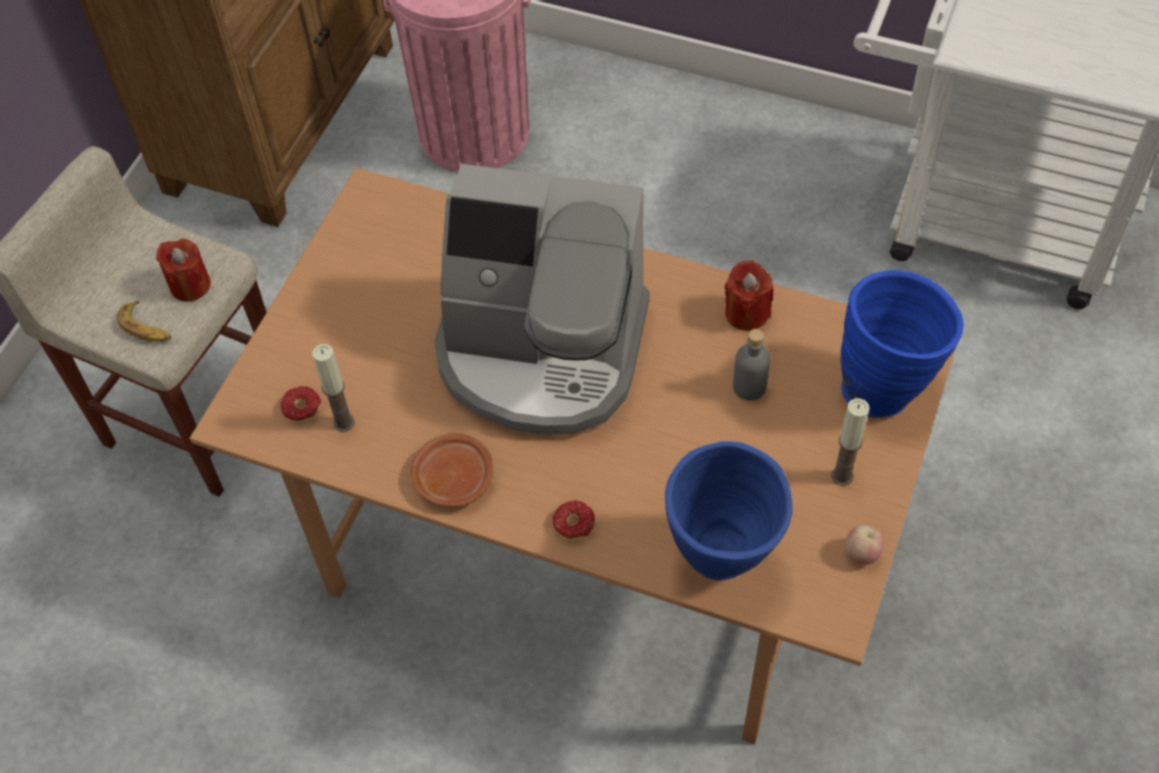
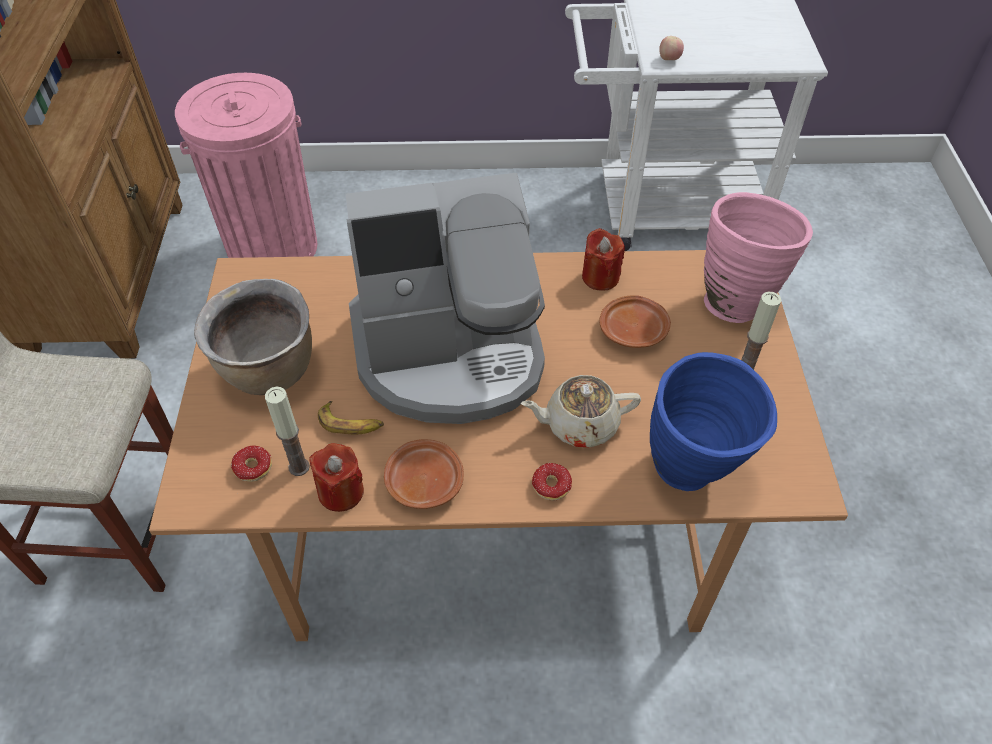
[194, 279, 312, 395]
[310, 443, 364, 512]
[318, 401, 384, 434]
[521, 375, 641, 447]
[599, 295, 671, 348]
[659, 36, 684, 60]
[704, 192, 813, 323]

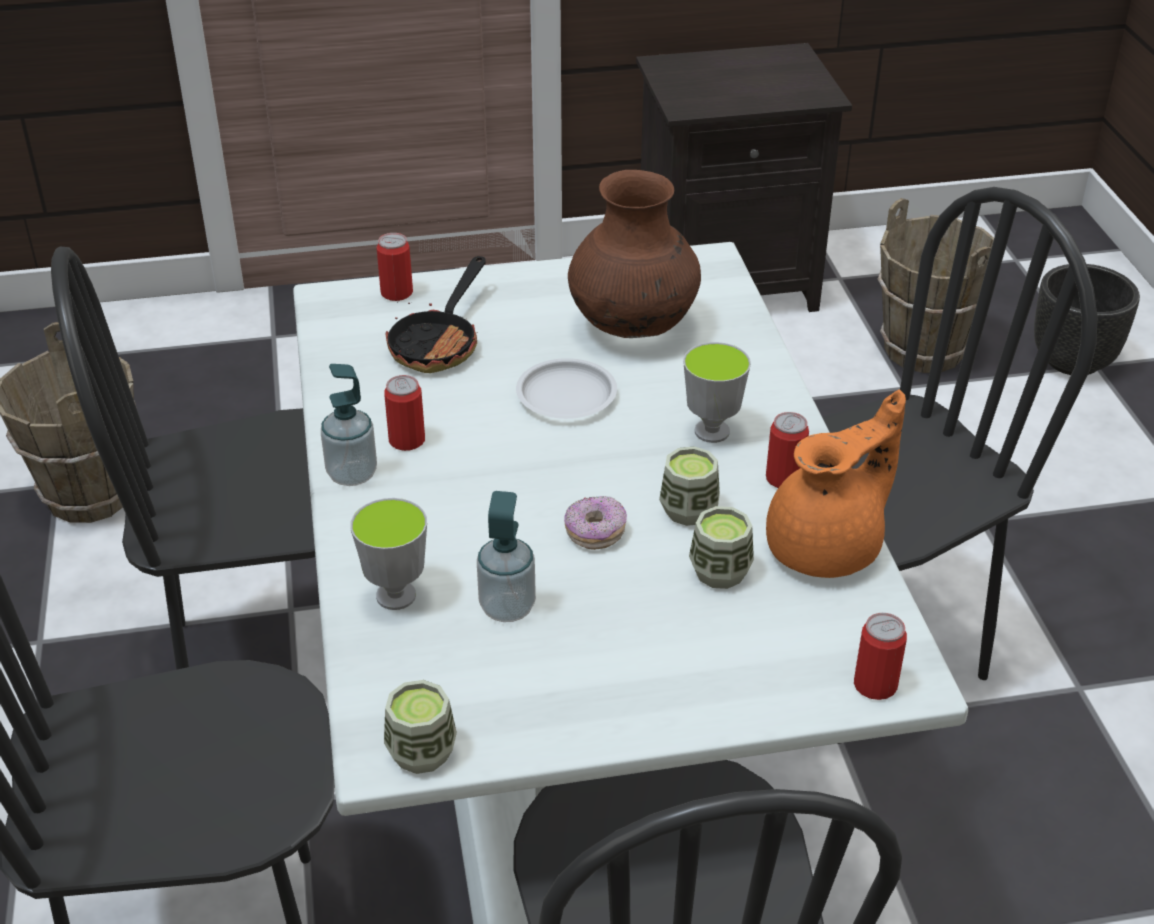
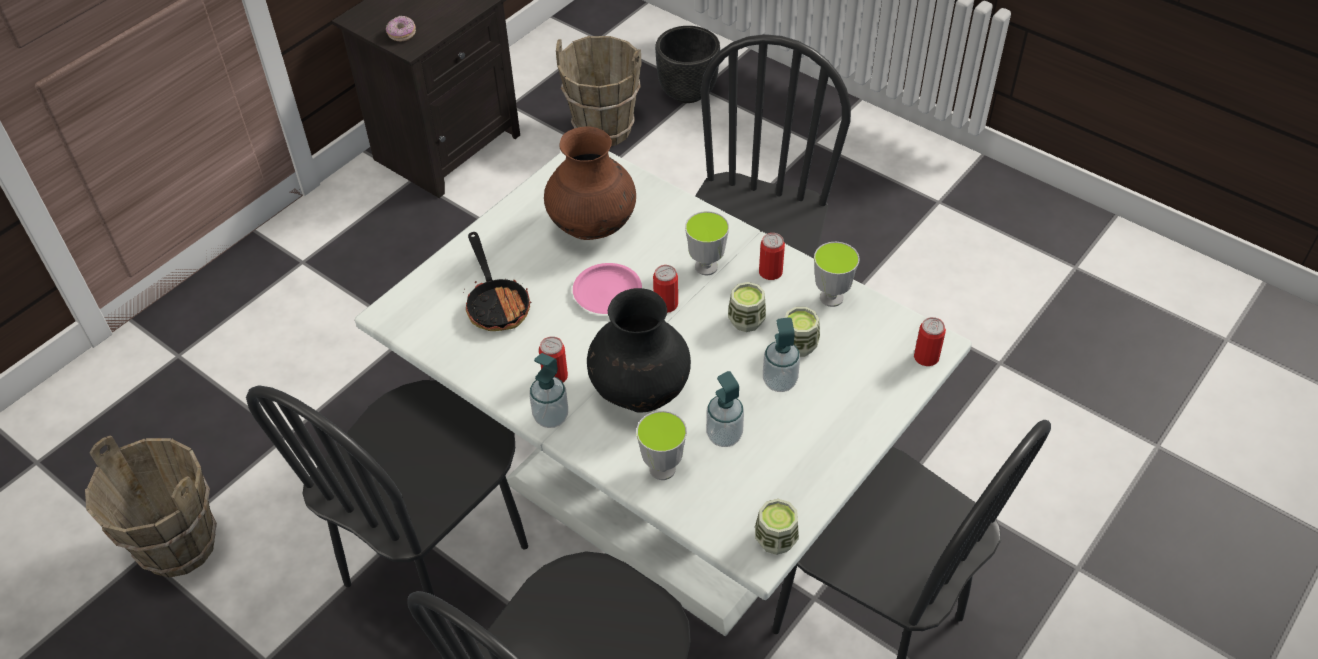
[386, 16, 416, 42]
[573, 263, 642, 314]
[587, 288, 691, 413]
[653, 265, 678, 313]
[763, 317, 800, 392]
[814, 242, 860, 307]

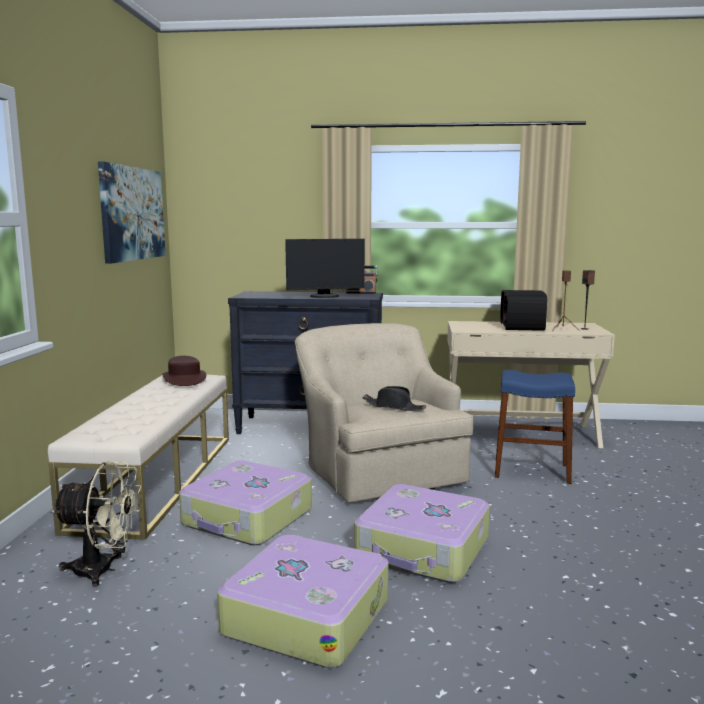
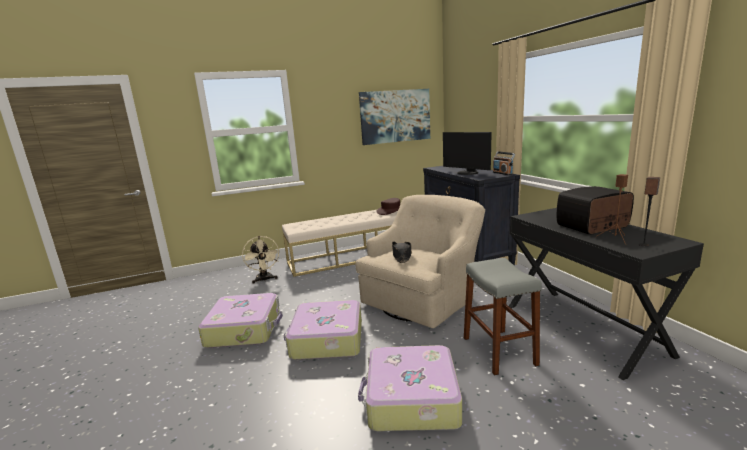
[358, 345, 462, 431]
[464, 258, 542, 375]
[509, 208, 704, 380]

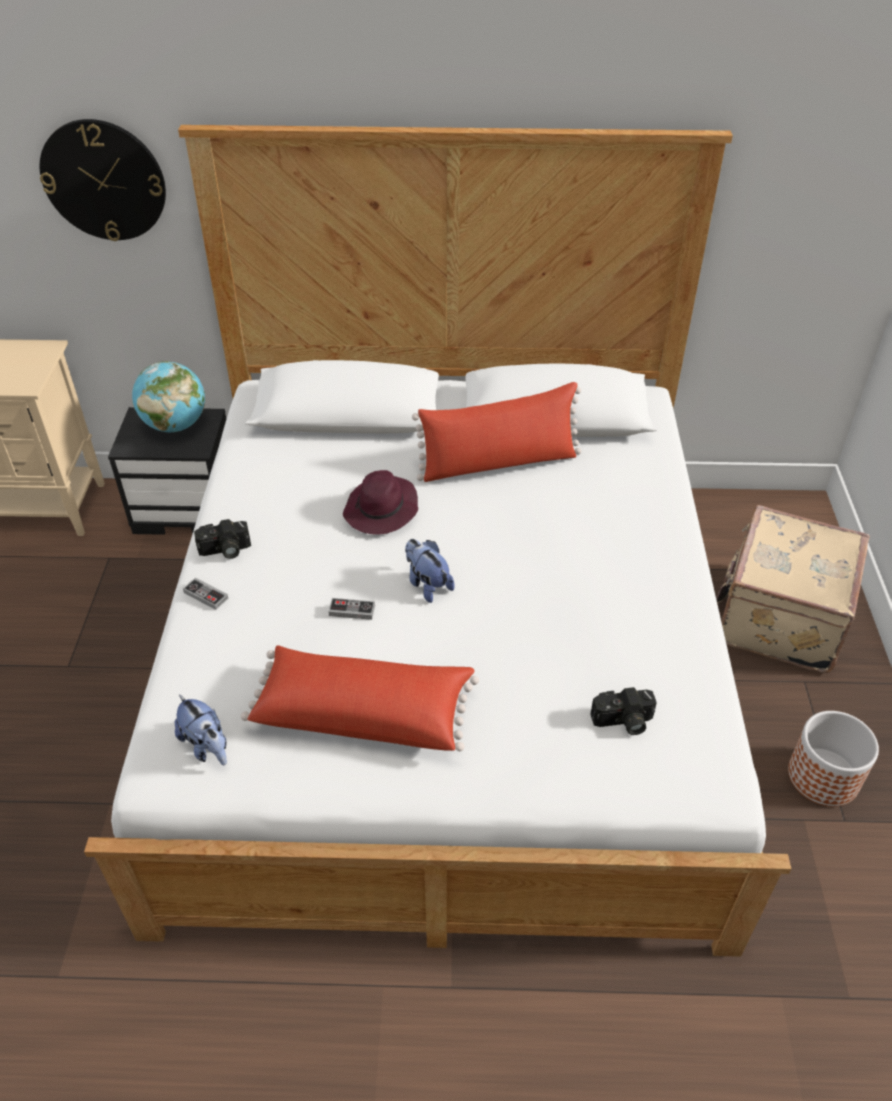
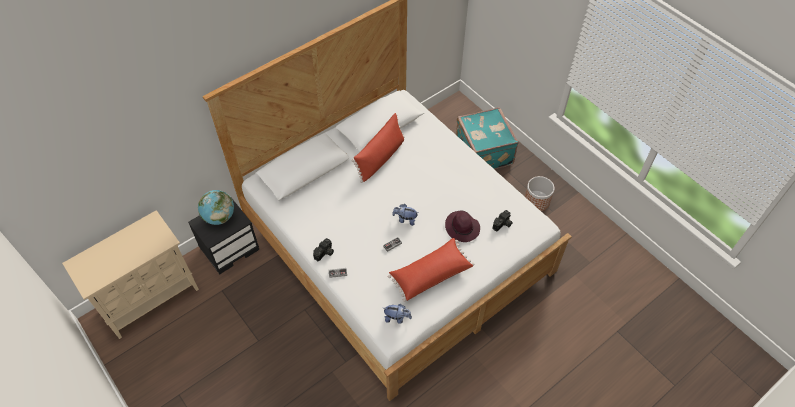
[445, 211, 480, 242]
[456, 107, 518, 169]
[40, 119, 166, 241] (first image)

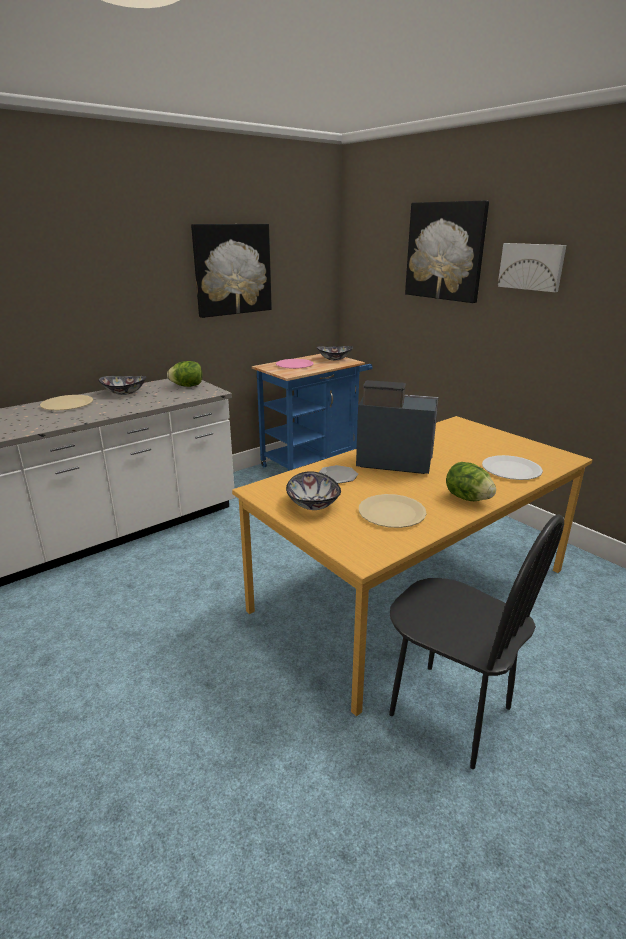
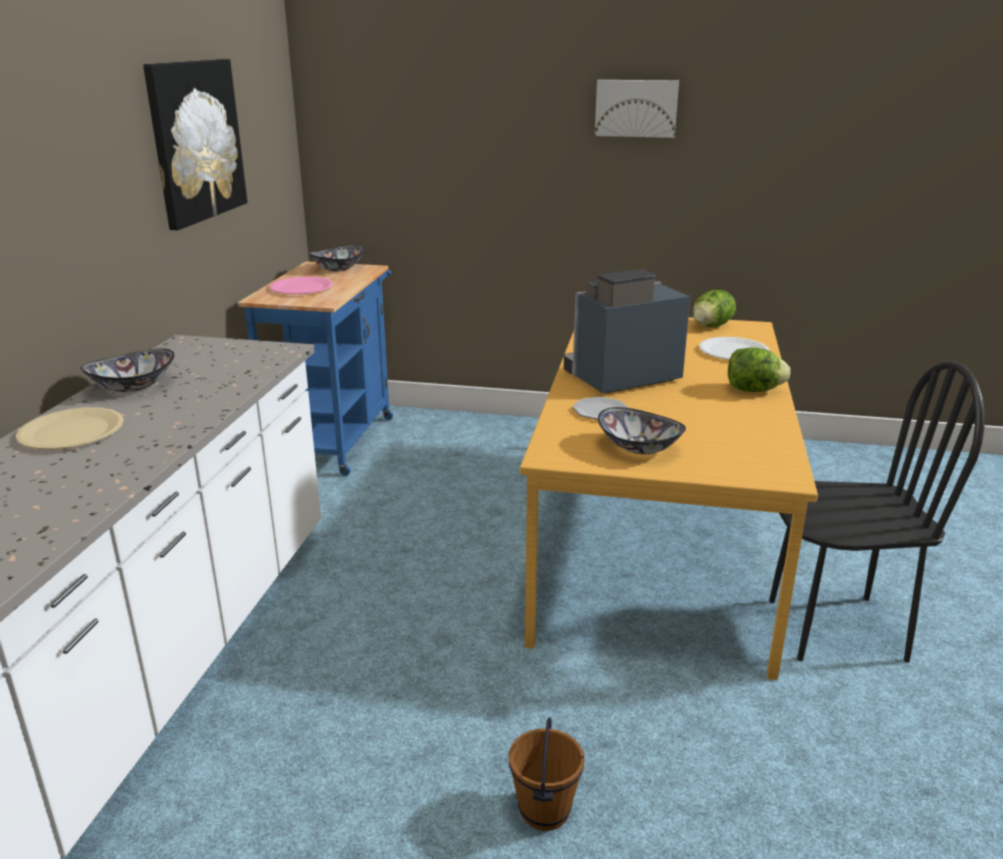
[509, 717, 584, 831]
[693, 290, 736, 327]
[359, 494, 427, 528] (first image)
[405, 201, 489, 303] (first image)

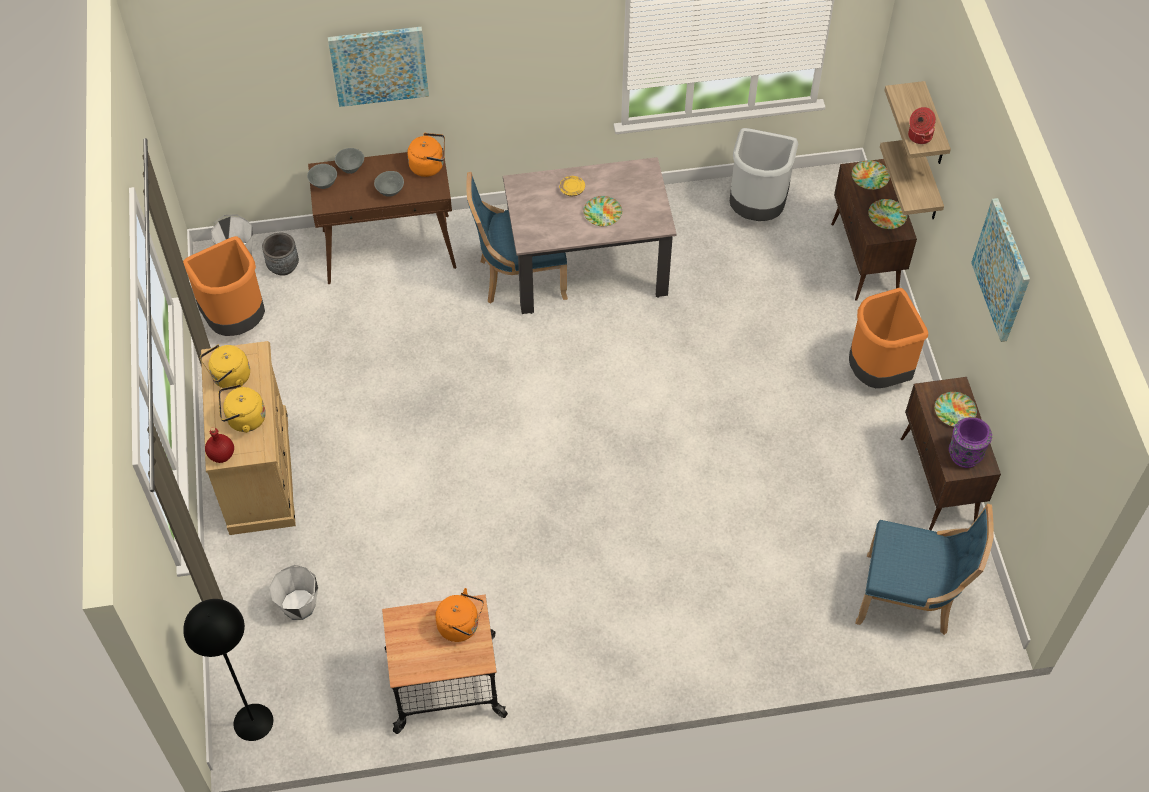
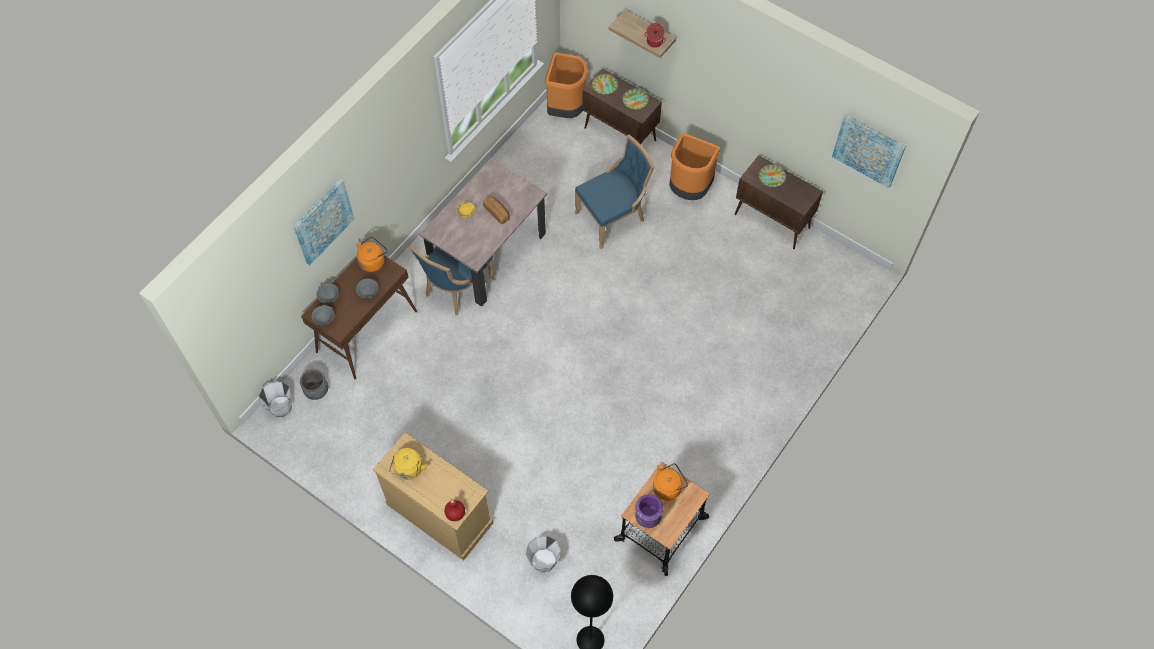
[483, 196, 510, 224]
[545, 53, 588, 118]
[575, 135, 654, 249]
[635, 494, 663, 528]
[832, 114, 906, 188]
[218, 384, 266, 433] (first image)
[730, 128, 798, 221] (first image)
[880, 140, 944, 219] (first image)

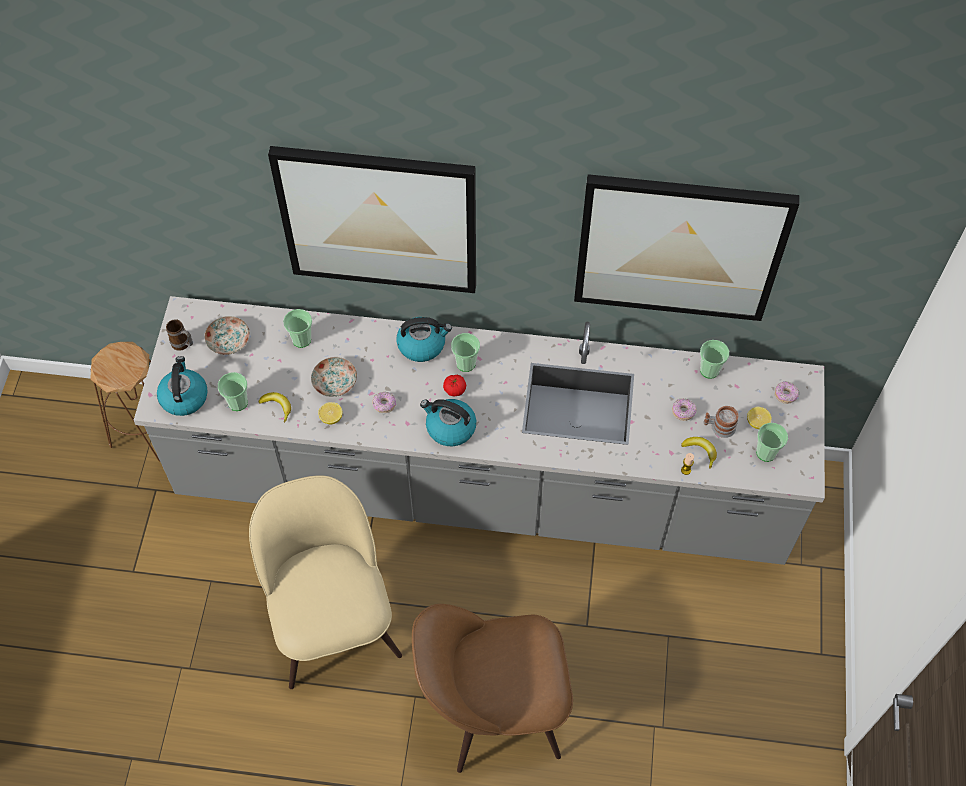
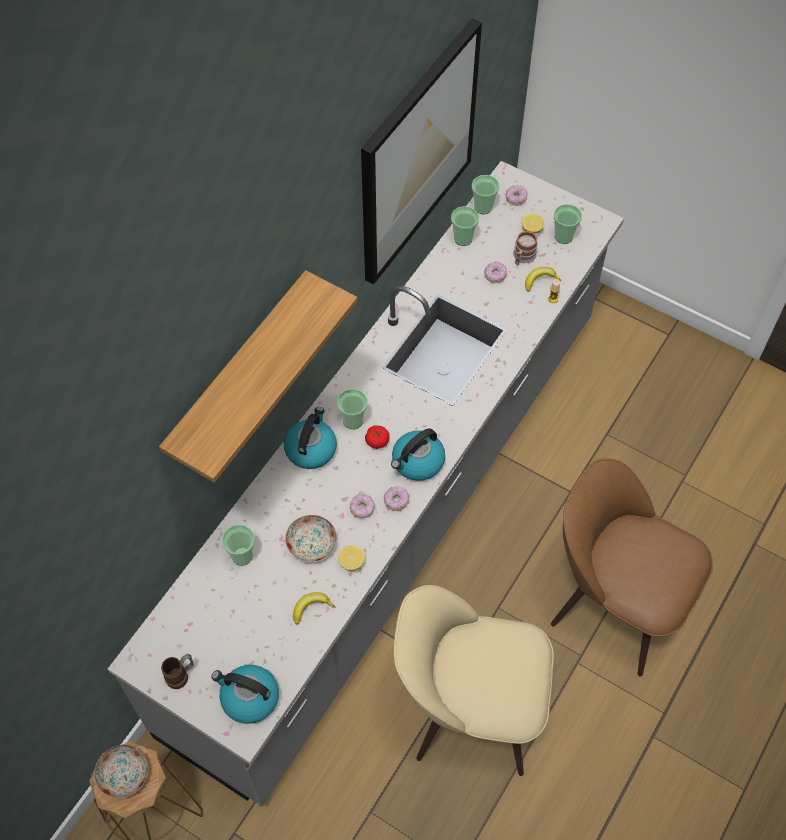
[94, 745, 148, 798]
[159, 270, 358, 483]
[384, 486, 409, 511]
[472, 175, 499, 214]
[551, 458, 713, 677]

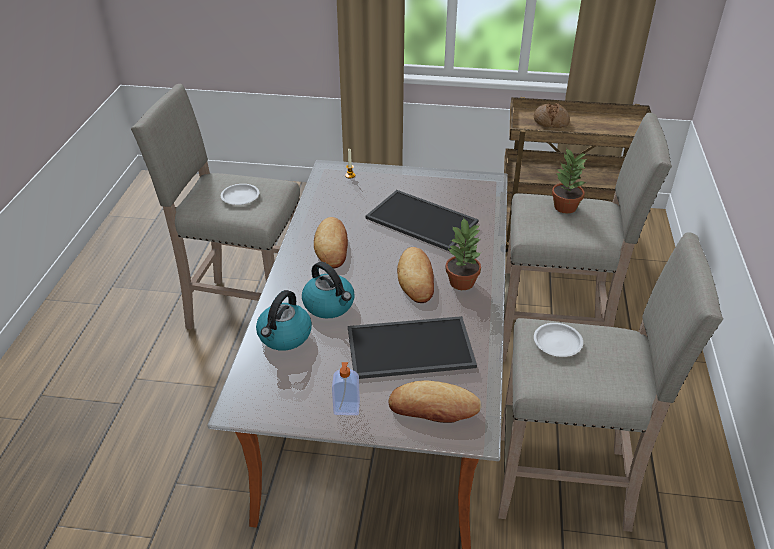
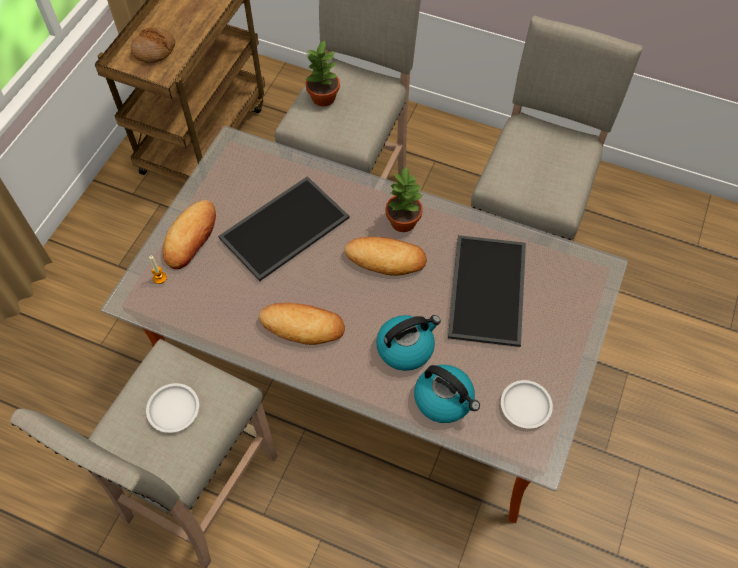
[163, 200, 216, 269]
[501, 380, 553, 429]
[332, 362, 360, 415] (first image)

